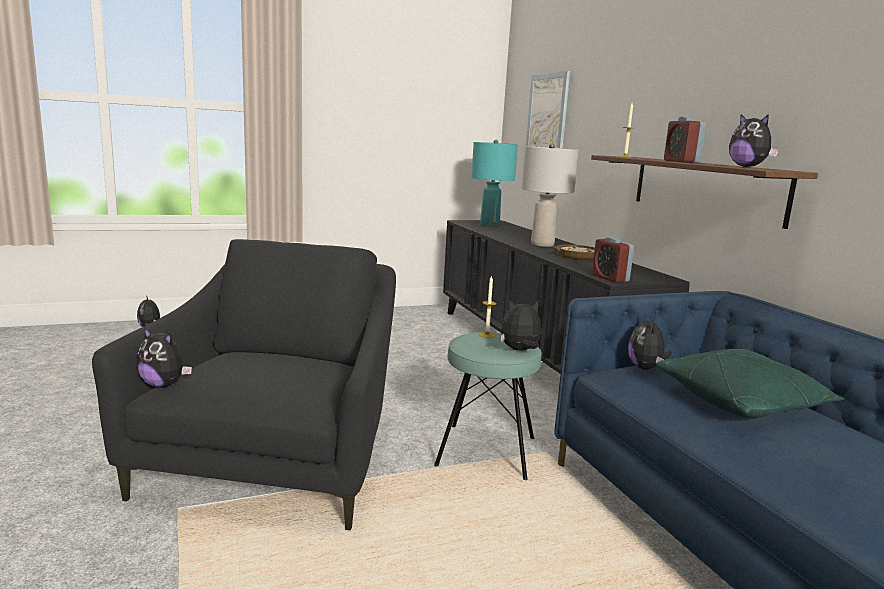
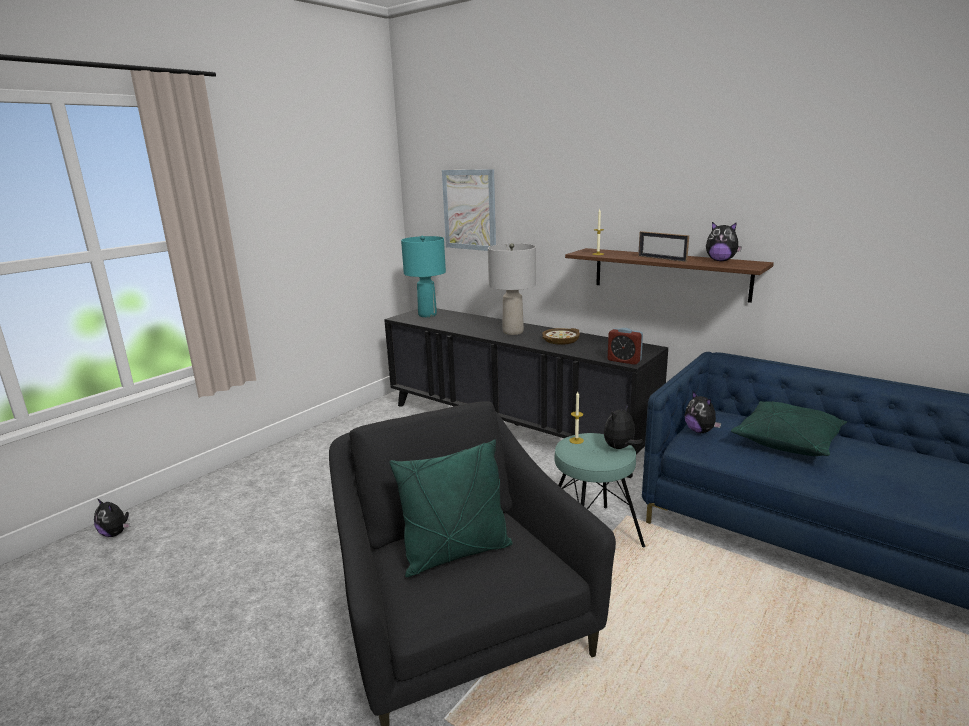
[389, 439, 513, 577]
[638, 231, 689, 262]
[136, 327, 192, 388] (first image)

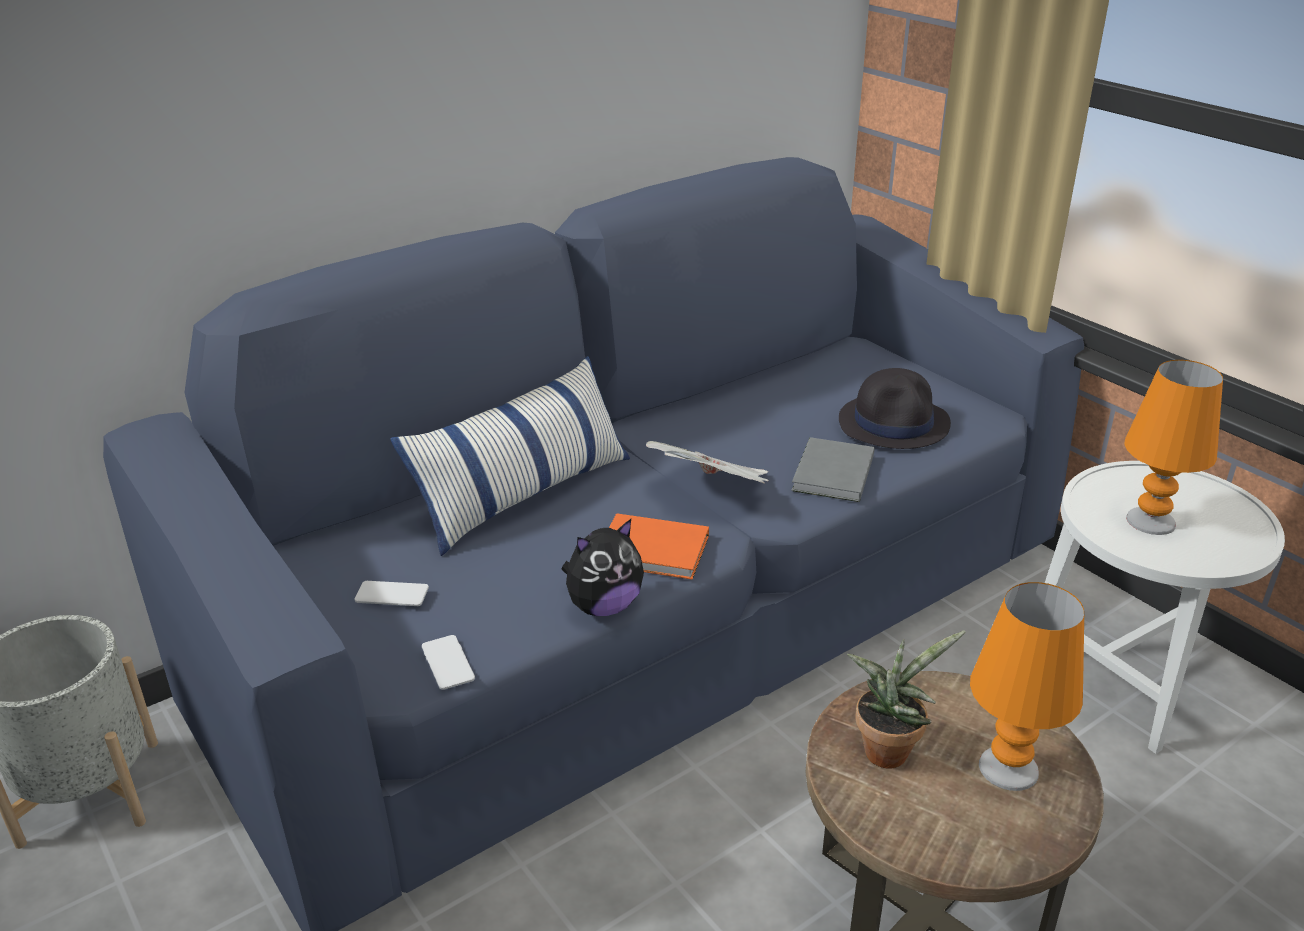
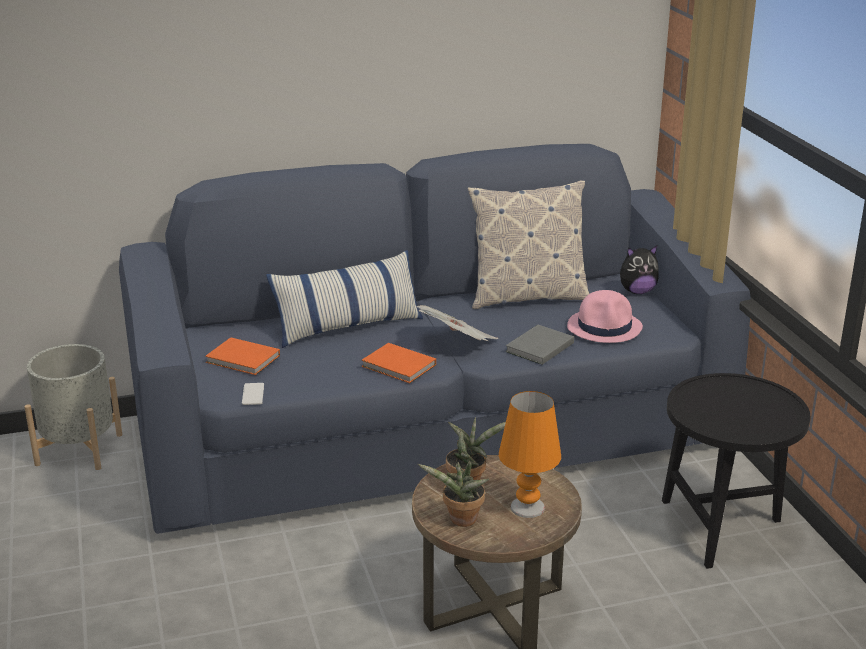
[205, 337, 280, 375]
[418, 461, 489, 527]
[468, 180, 589, 309]
[567, 290, 643, 343]
[620, 245, 659, 294]
[662, 373, 810, 569]
[1124, 360, 1223, 535] (first image)

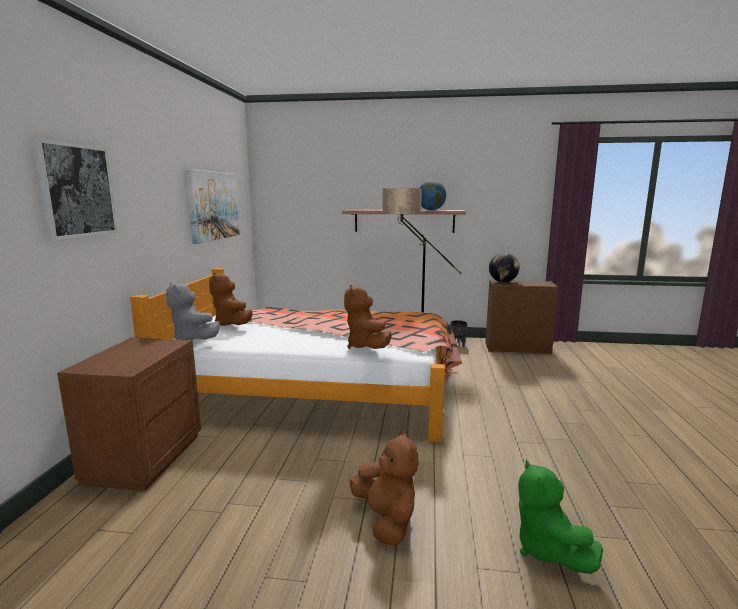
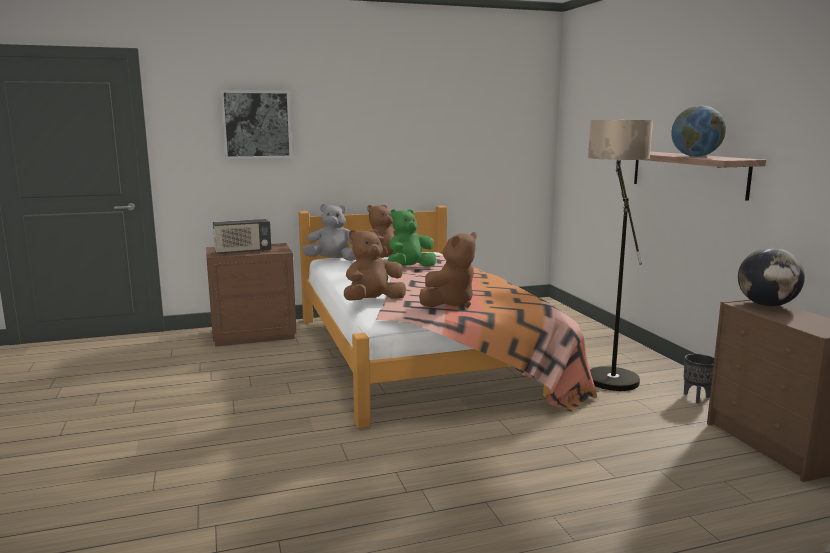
[213, 219, 271, 255]
[302, 204, 357, 261]
[388, 209, 436, 267]
[419, 232, 477, 308]
[186, 169, 240, 244] (first image)

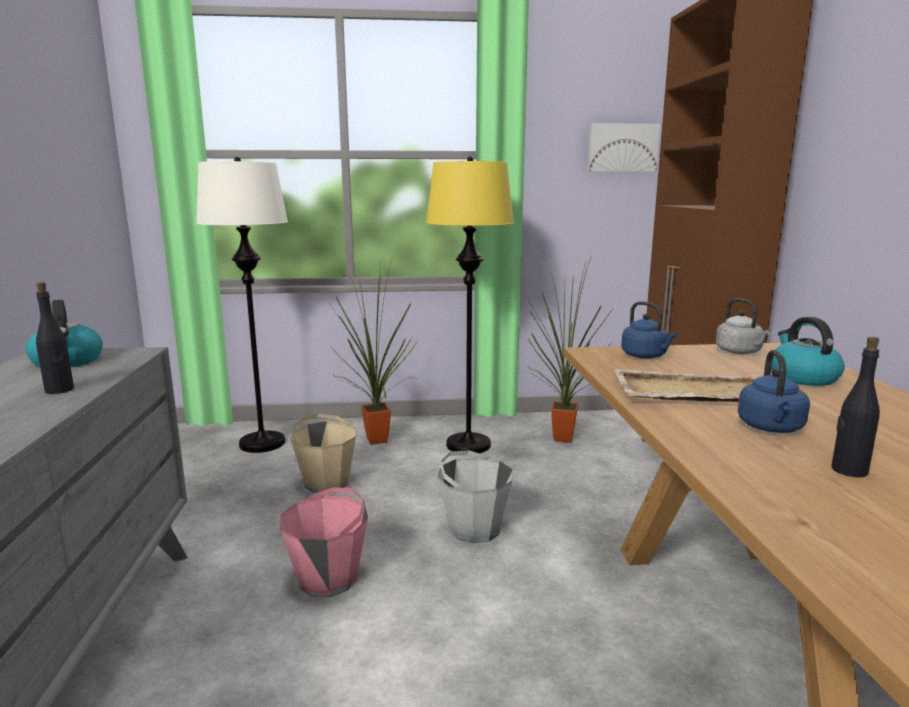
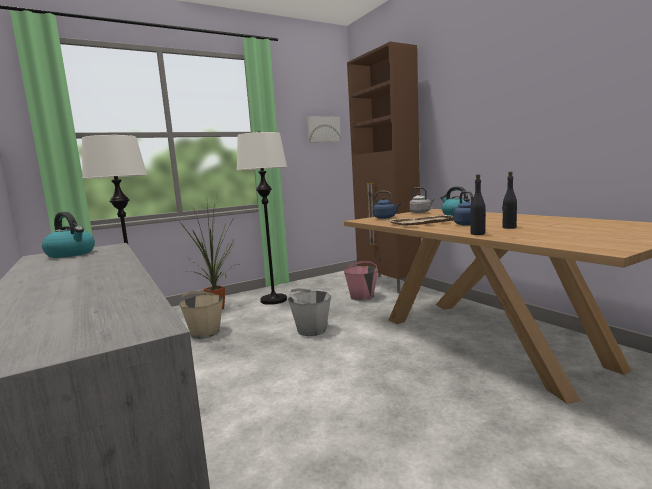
[237, 131, 287, 305]
[344, 261, 378, 301]
[471, 174, 486, 235]
[527, 255, 613, 443] (first image)

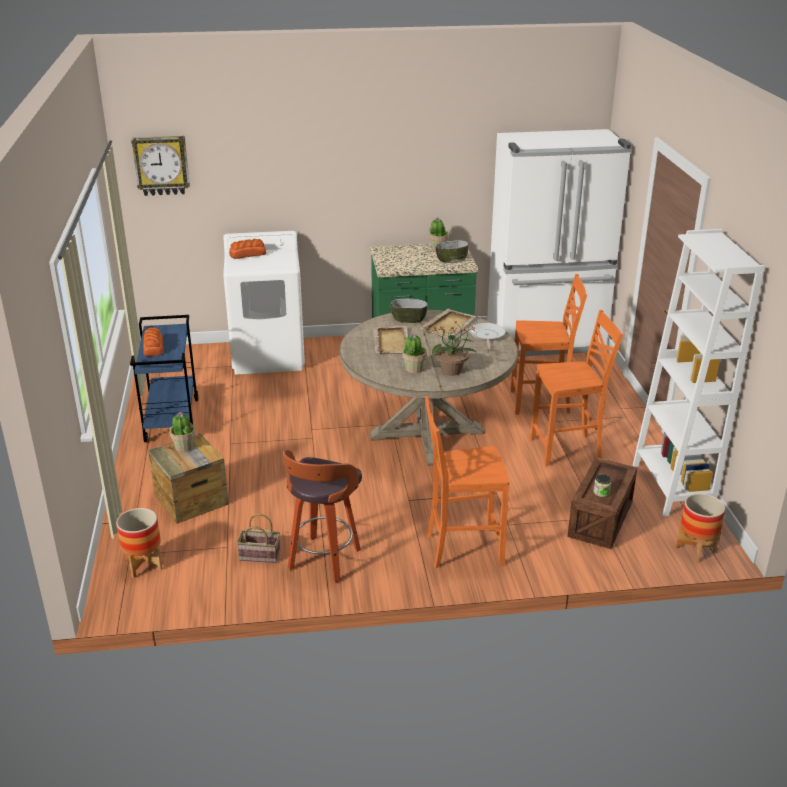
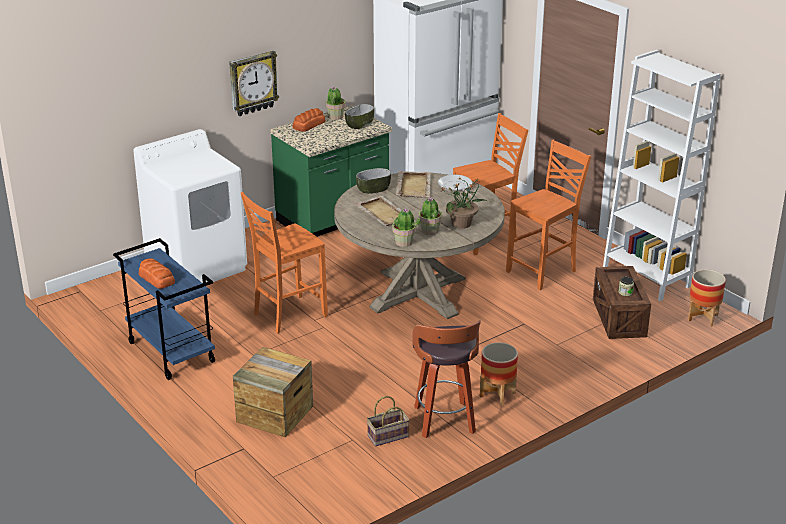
[229, 51, 279, 116]
[241, 192, 328, 334]
[293, 108, 326, 131]
[392, 208, 421, 247]
[480, 342, 518, 406]

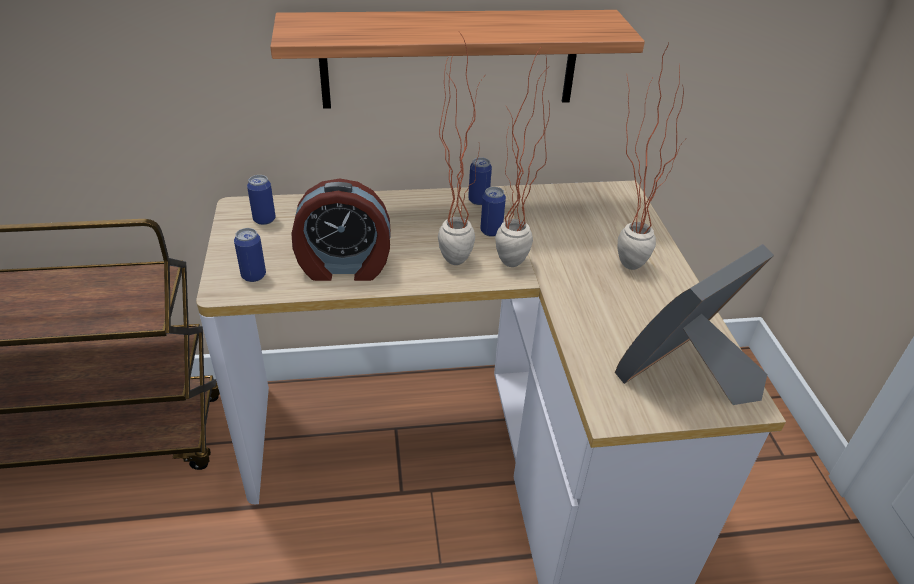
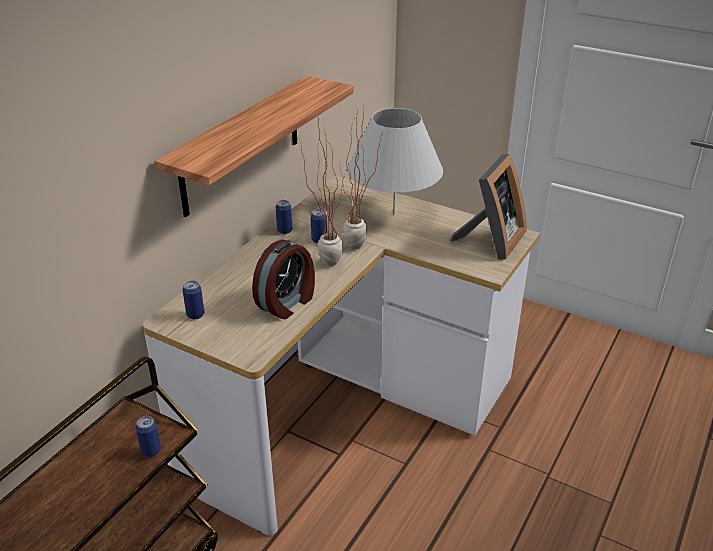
[135, 416, 161, 457]
[347, 108, 443, 215]
[451, 154, 527, 260]

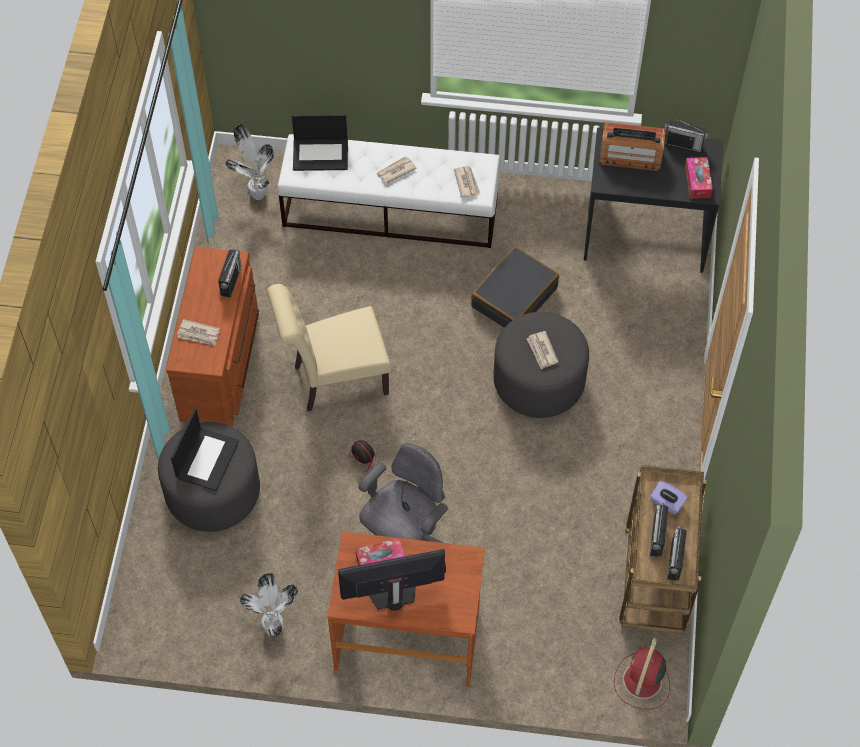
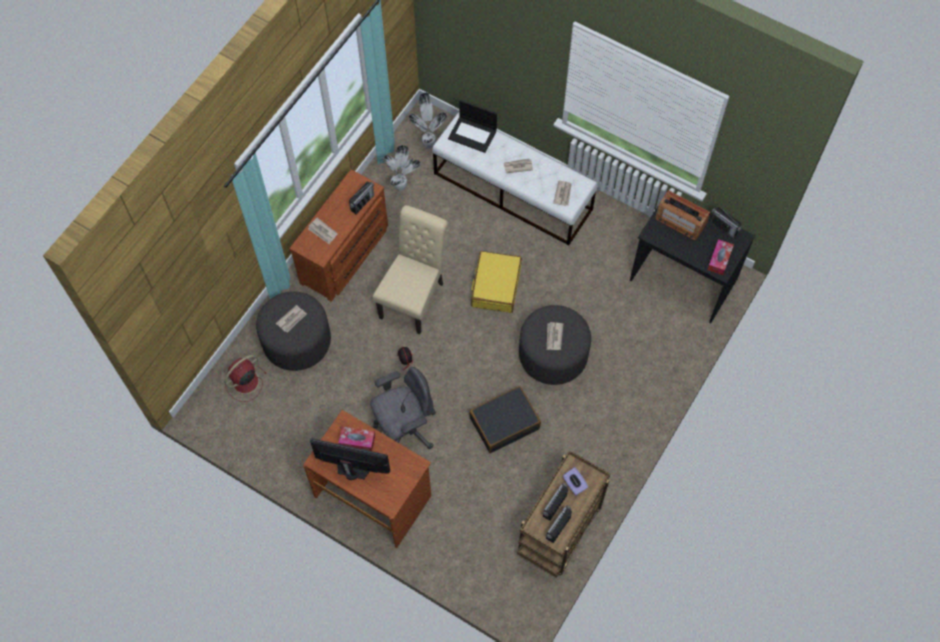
[224, 355, 266, 402]
[276, 305, 307, 333]
[372, 205, 448, 335]
[381, 145, 420, 191]
[469, 386, 541, 453]
[471, 251, 522, 313]

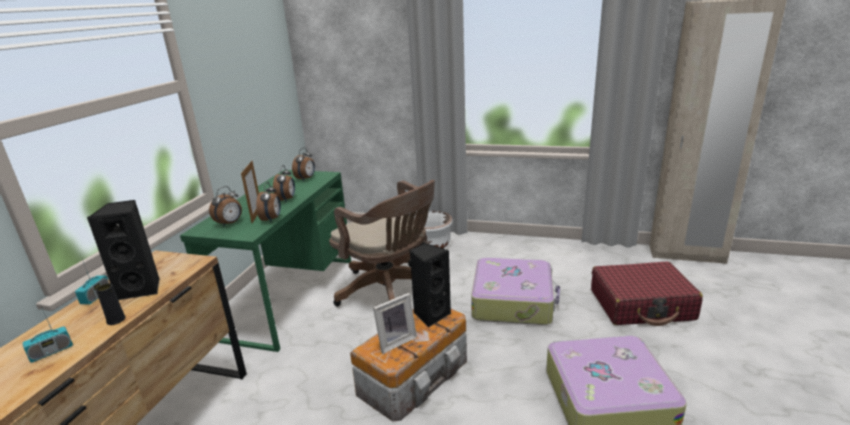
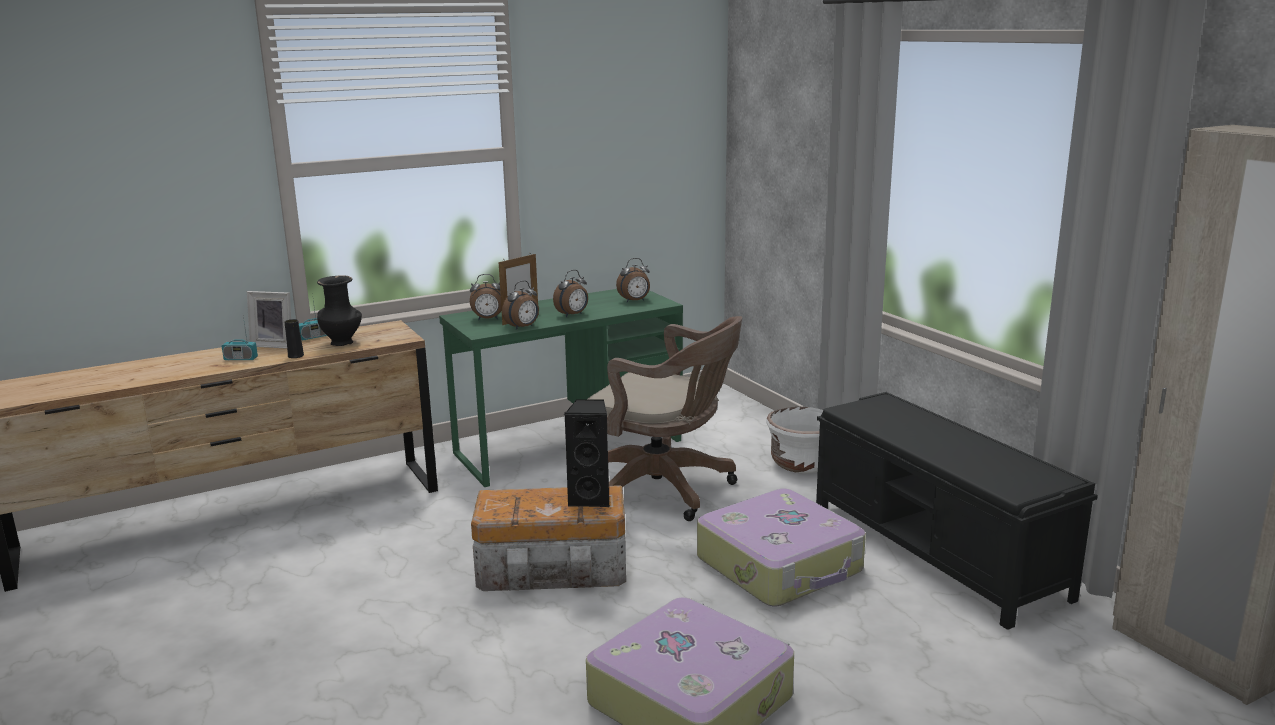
[247, 291, 291, 349]
[317, 275, 362, 346]
[588, 316, 742, 521]
[816, 392, 1098, 630]
[591, 262, 703, 326] (first image)

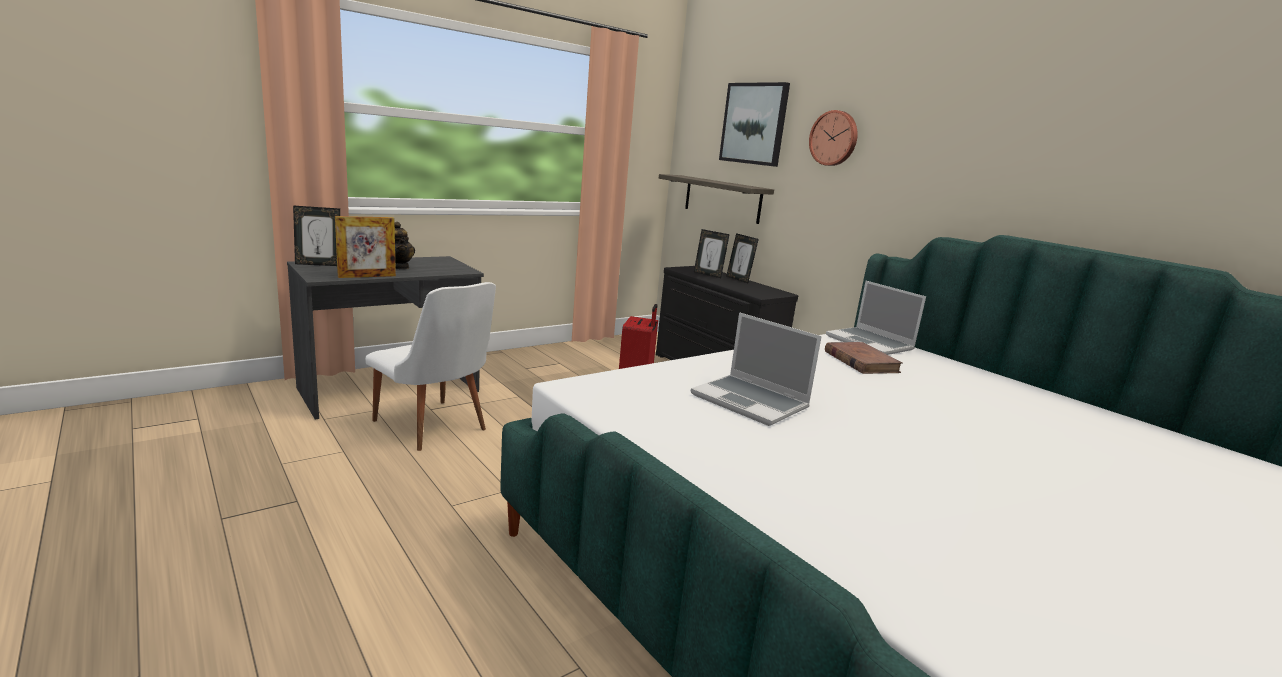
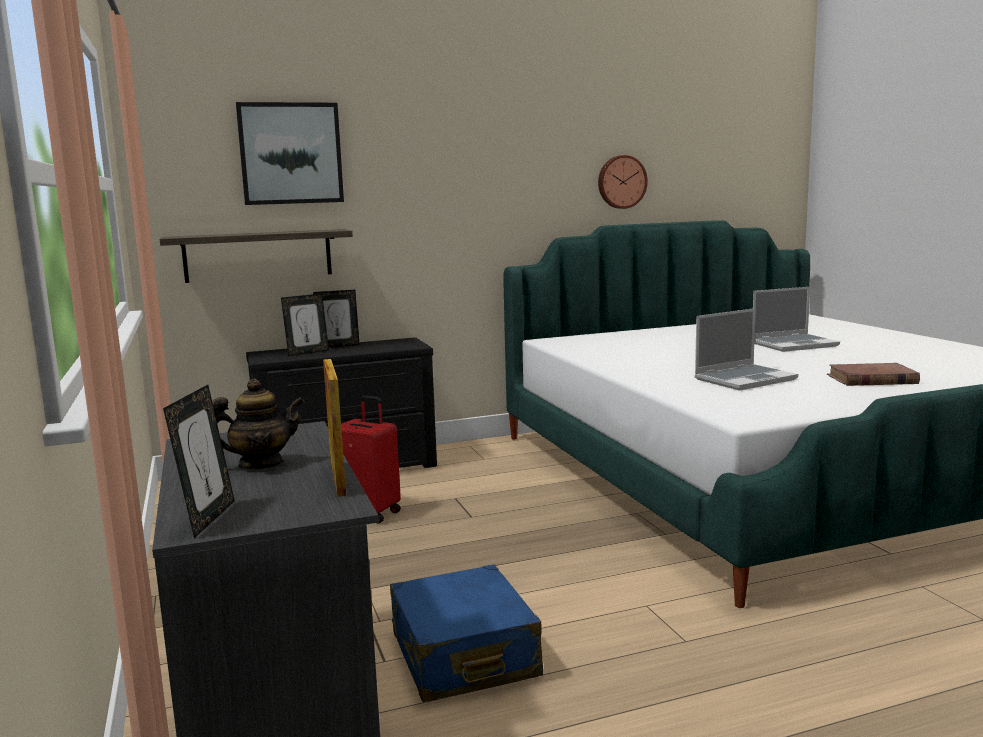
[390, 565, 543, 702]
[598, 155, 648, 209]
[753, 287, 840, 352]
[827, 363, 920, 386]

